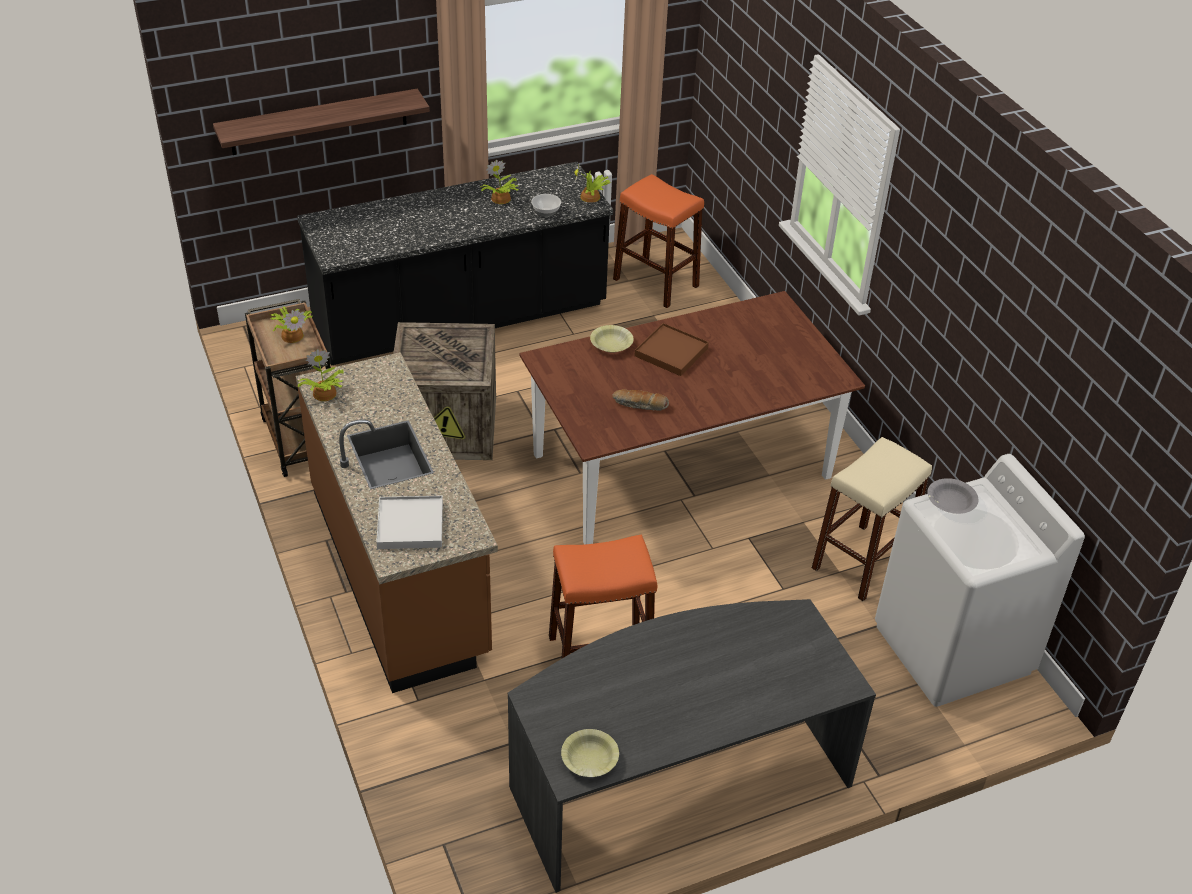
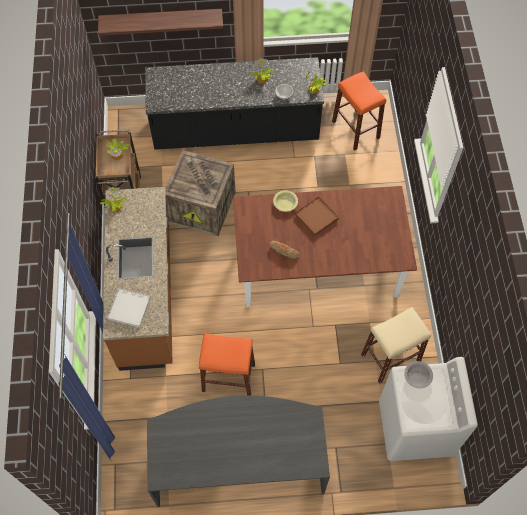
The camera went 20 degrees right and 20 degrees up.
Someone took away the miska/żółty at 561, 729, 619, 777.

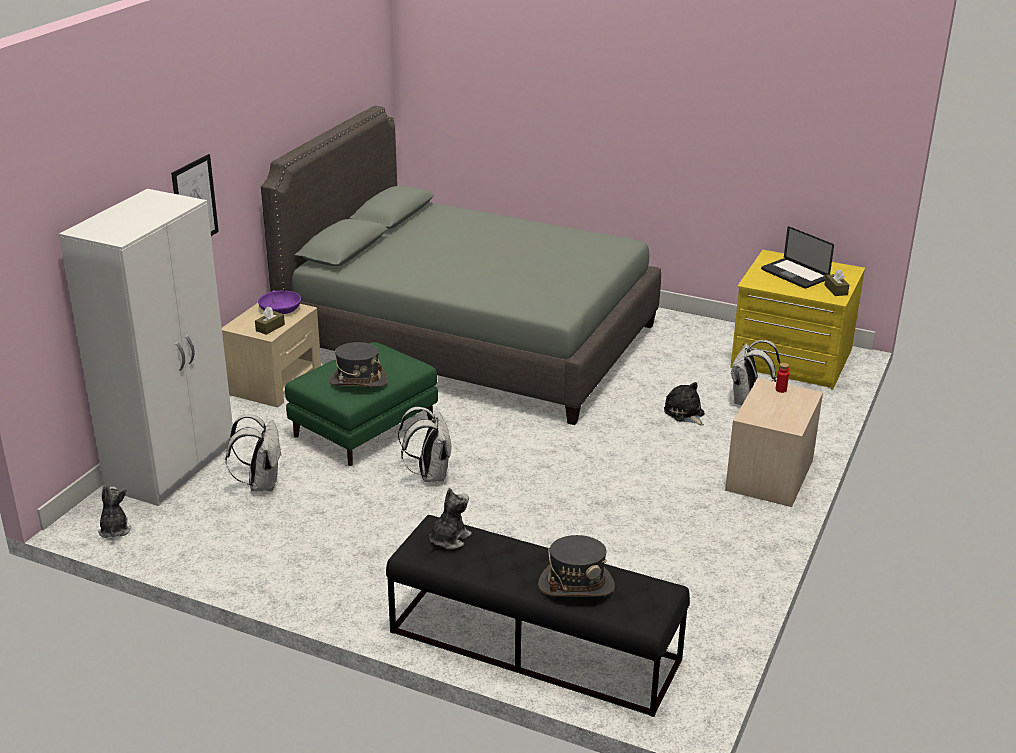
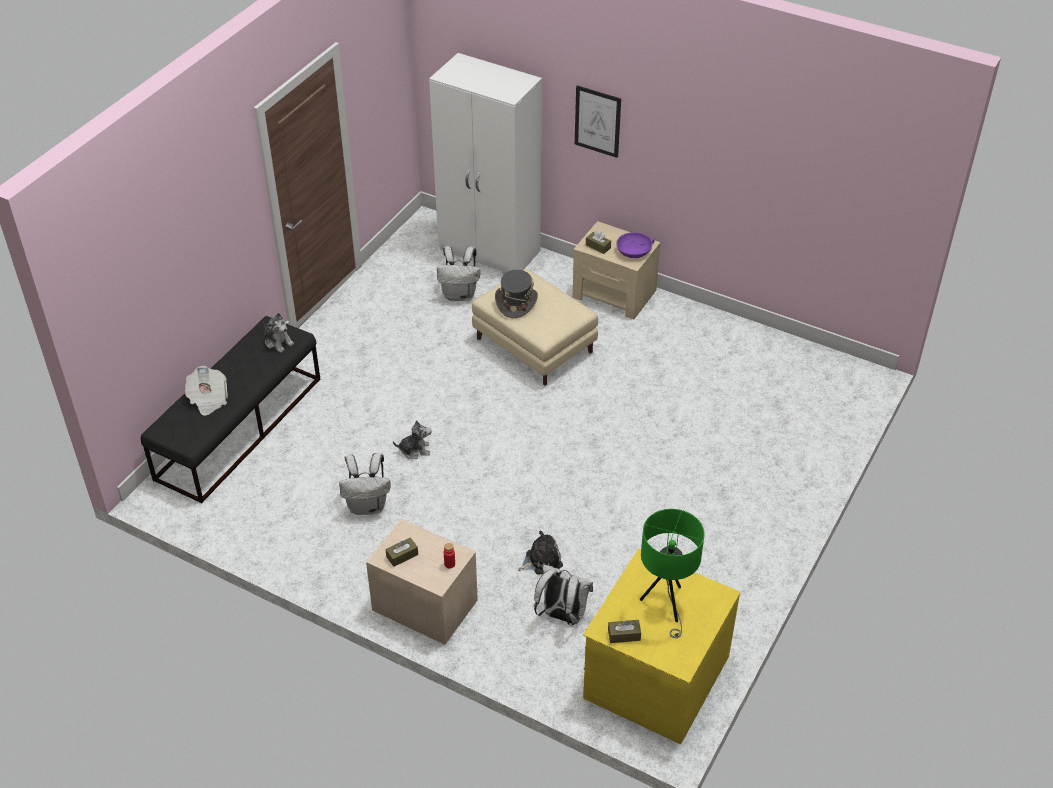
The camera went 95 degrees right and 15 degrees up.
Someone carried the pluszak from 98, 485, 132, 538 to 393, 420, 432, 459.
Someone took away the łóżko/szary at 261, 106, 661, 425.
Someone repainted the pufa/zielony at 285, 342, 438, 466, which became the pufa/beżowy at 472, 269, 598, 386.
Someone carried the plecak/biały from 398, 407, 452, 482 to 339, 453, 390, 515.
Someone swapped the kapelusz/szary at 538, 535, 615, 597 for the gazeta at 185, 366, 228, 416.
Someone swapped the laptop at 761, 226, 834, 289 for the lampa stołowa/zielony at 640, 509, 705, 638.
Someone put down the pudełko chusteczek/brązowy at 386, 537, 418, 567.

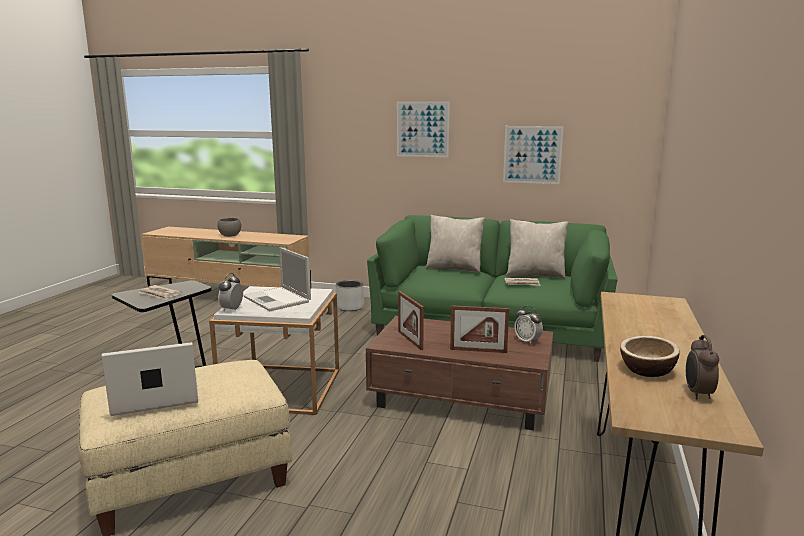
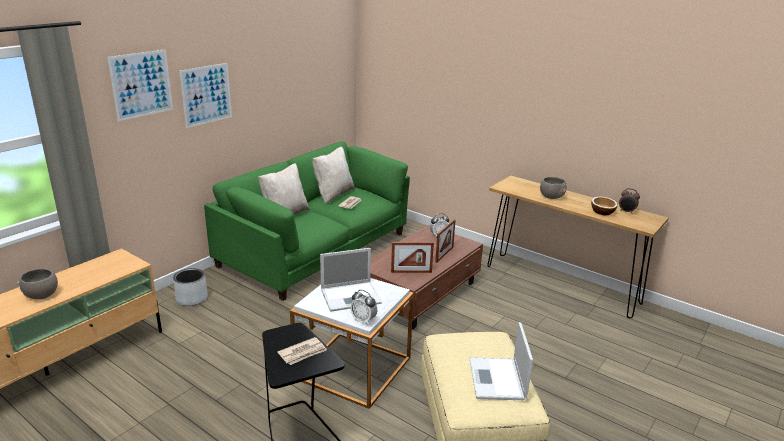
The camera went 70 degrees left and 10 degrees up.
Someone carried the obraz from 503, 126, 564, 184 to 107, 49, 173, 121.
Someone put down the miska/szary at 540, 177, 567, 199.

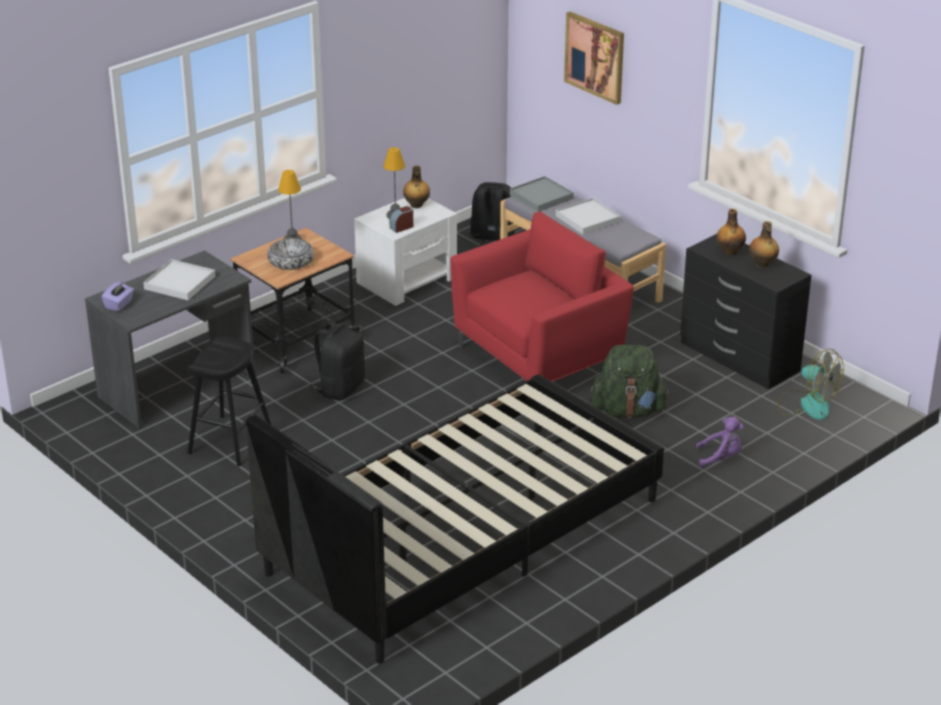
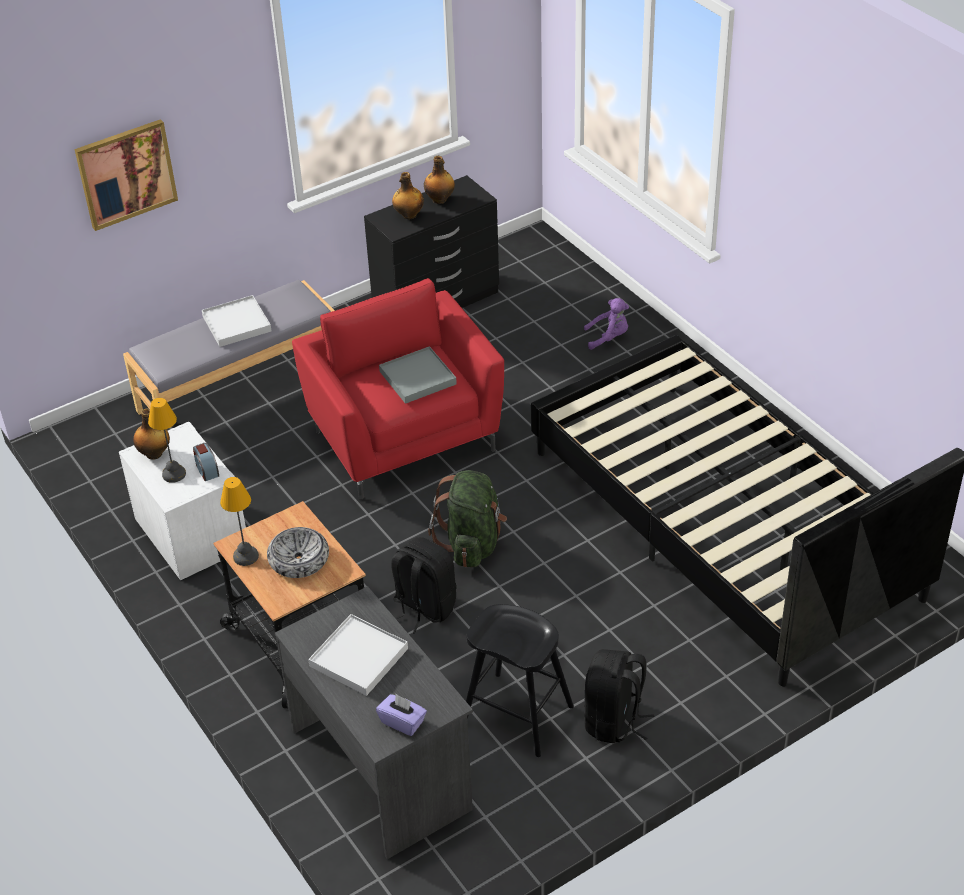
The camera went 80 degrees left and 10 degrees up.
Someone carried the plecak/czarny from 470, 182, 515, 247 to 584, 649, 654, 743.
Someone carried the taca/szary from 510, 176, 574, 212 to 379, 346, 457, 404.
Someone carried the plecak/zielony from 591, 345, 669, 418 to 428, 470, 507, 567.
Someone rotated the pluszak/fioletowy at 696, 417, 744, 468 by 75 degrees clockwise.
Someone took away the wentylator at 778, 349, 844, 420.

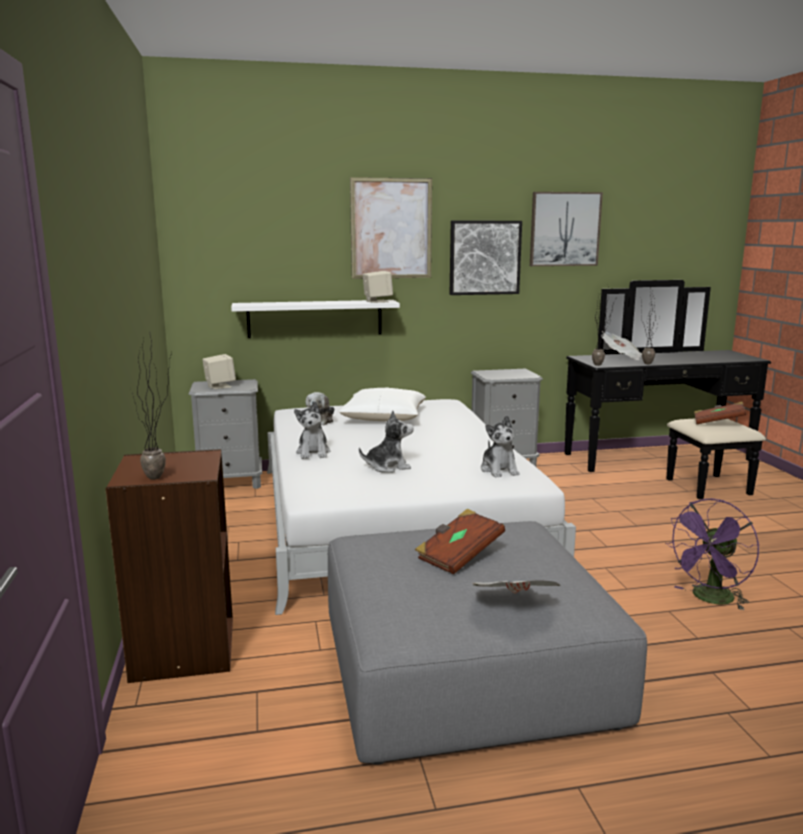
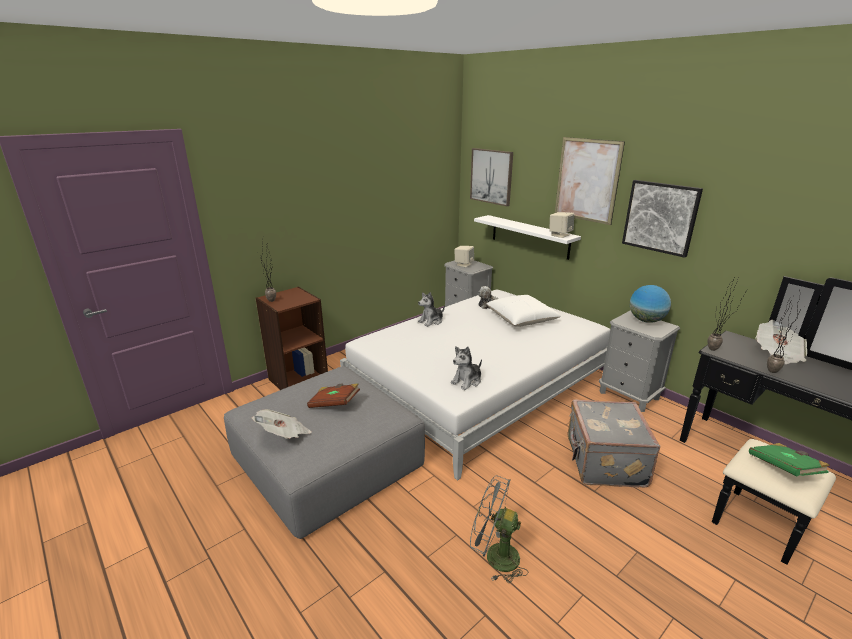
The camera went 60 degrees right and 10 degrees up.
Someone took away the pluszak at 359, 411, 414, 473.
Someone carried the obraz from 530, 192, 603, 266 to 470, 148, 513, 206.
Someone repainted the wentylator/fioletowy at 666, 499, 759, 610, which became the wentylator/szary at 470, 475, 528, 583.
Someone repainted the książka/brązowy at 694, 402, 746, 424, which became the książka/zielony at 749, 443, 830, 476.
Someone put down the walizka/szary at 568, 399, 660, 488.
Someone put down the globus at 630, 285, 671, 323.

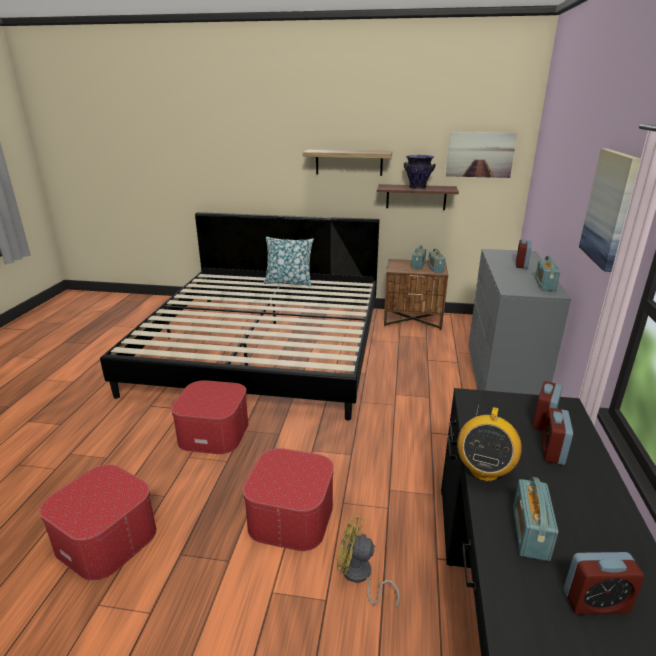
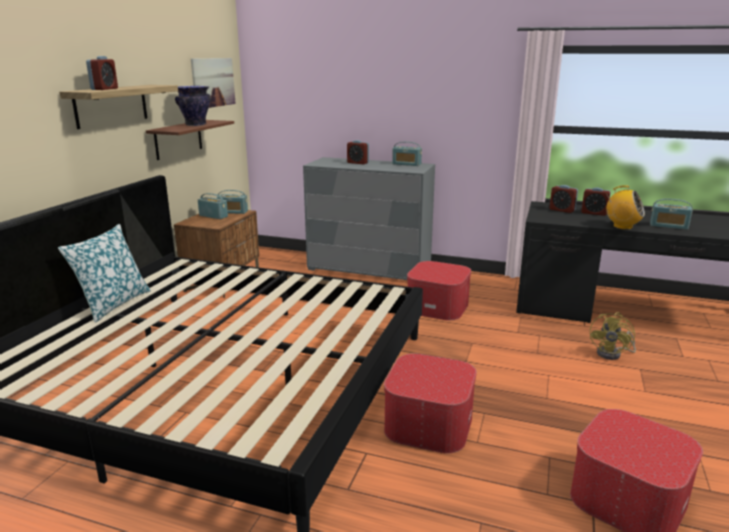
The camera went 80 degrees left and 5 degrees down.
Someone carried the pufa from 243, 448, 334, 551 to 407, 261, 471, 320.
Someone carried the budzik from 563, 552, 645, 615 to 86, 56, 118, 90.
Someone took away the obraz at 579, 148, 641, 272.

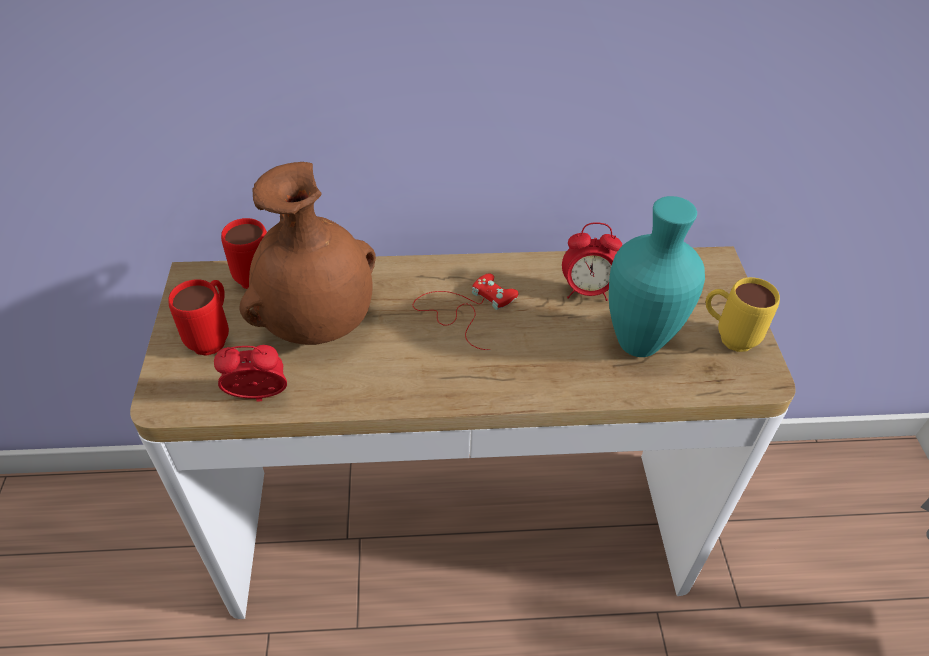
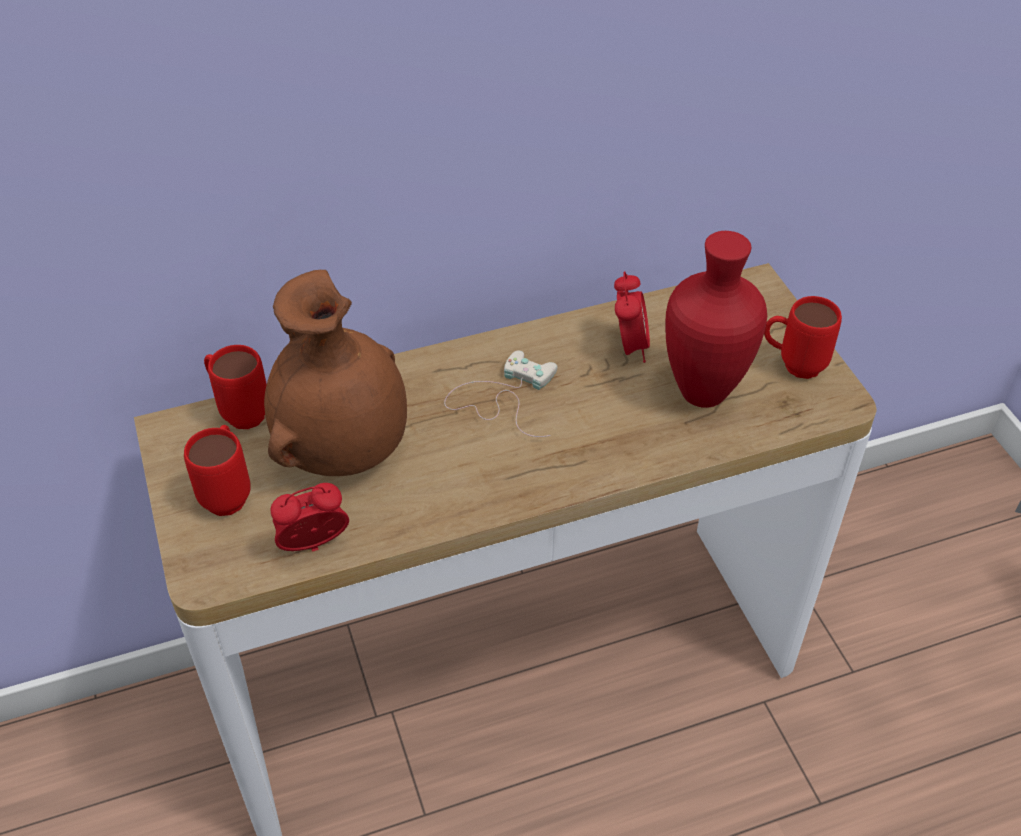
The camera went 15 degrees left and 0 degrees up.
Someone repainted the pad do gier/czerwony at 413, 273, 519, 350, which became the pad do gier/biały at 444, 350, 557, 437.
Someone rotated the budzik at 562, 222, 622, 301 by 75 degrees counterclockwise.
Someone repainted the wazon/turkusowy at 609, 196, 705, 357, which became the wazon/czerwony at 665, 231, 767, 408.
Someone repainted the kubek/żółty at 706, 277, 780, 352, which became the kubek/czerwony at 764, 296, 842, 379.

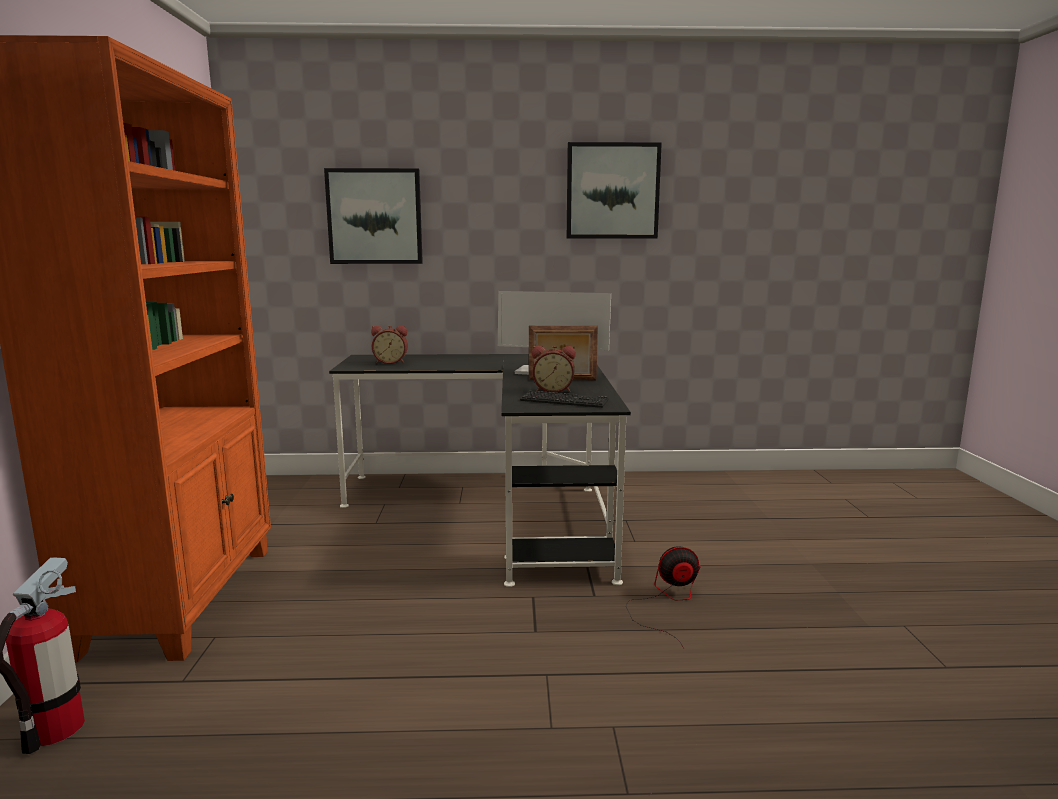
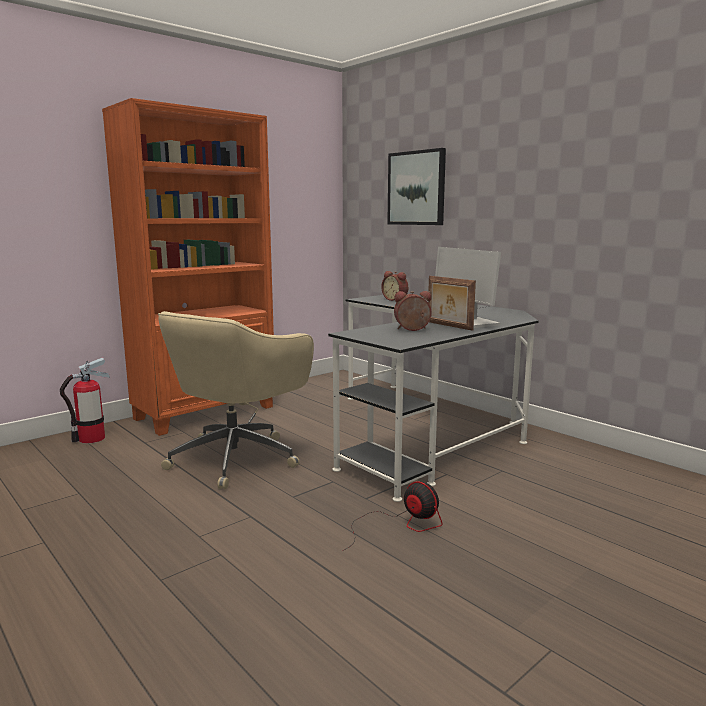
The camera went 50 degrees right and 0 degrees up.
Someone took away the klawiatura at 520, 390, 609, 408.
Someone rotated the budzik at 532, 346, 576, 393 by 120 degrees clockwise.
Someone took away the obraz at 567, 142, 662, 238.
Someone put down the krzesło biurowe/beżowy at 158, 311, 314, 489.

